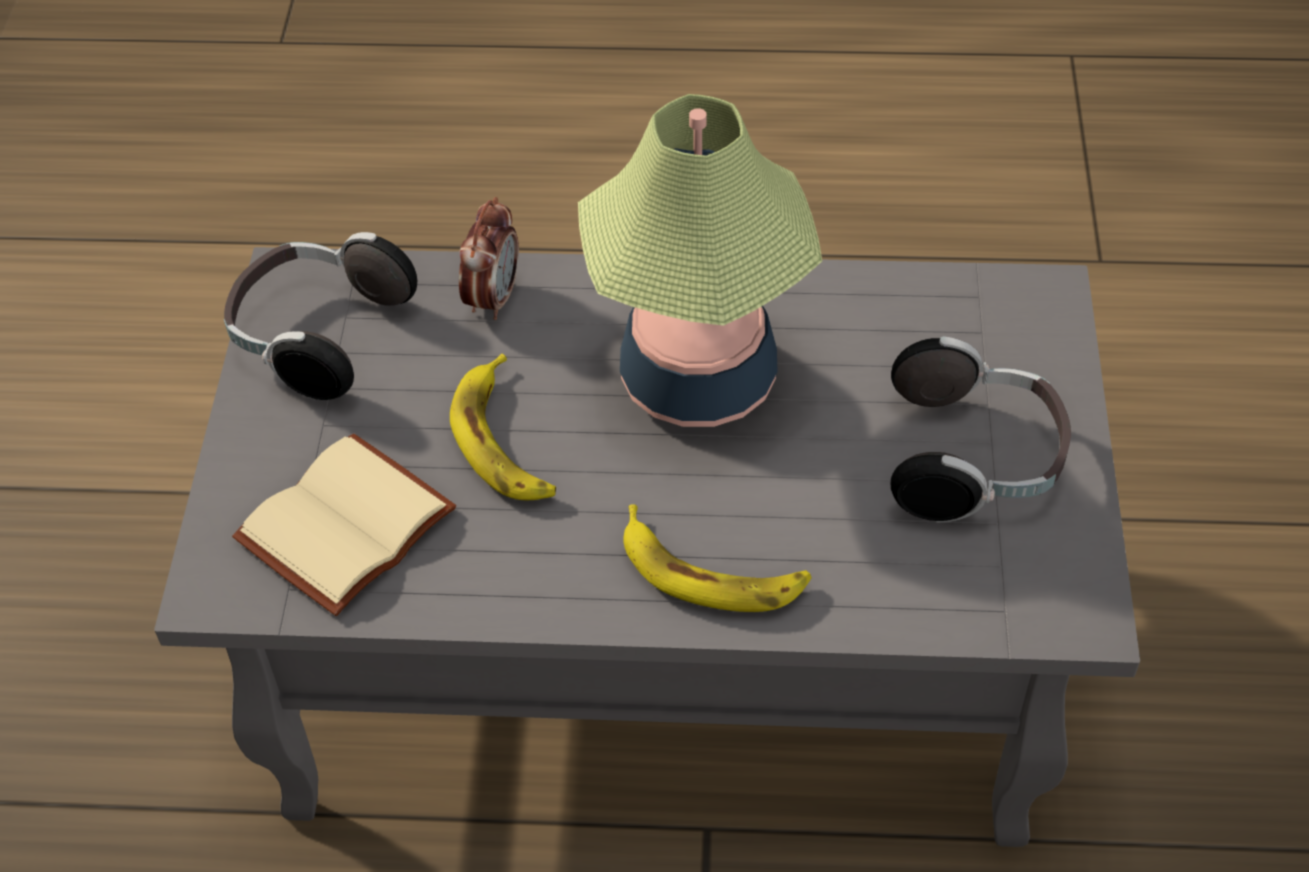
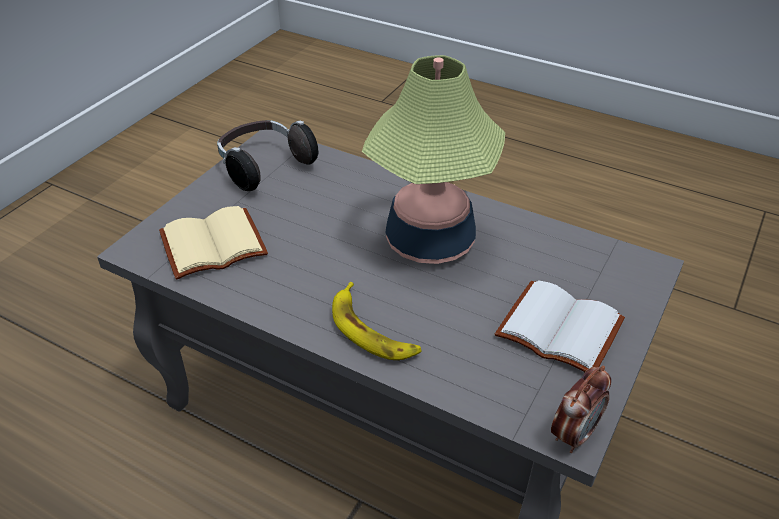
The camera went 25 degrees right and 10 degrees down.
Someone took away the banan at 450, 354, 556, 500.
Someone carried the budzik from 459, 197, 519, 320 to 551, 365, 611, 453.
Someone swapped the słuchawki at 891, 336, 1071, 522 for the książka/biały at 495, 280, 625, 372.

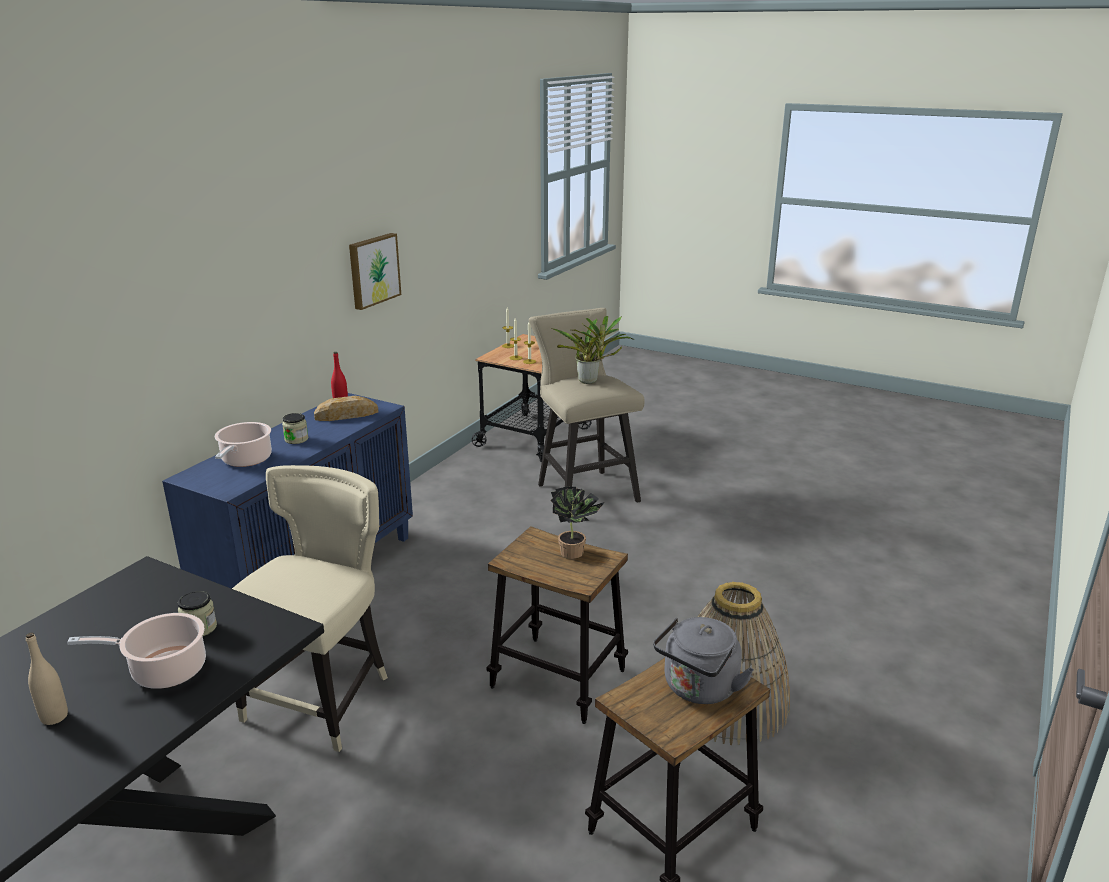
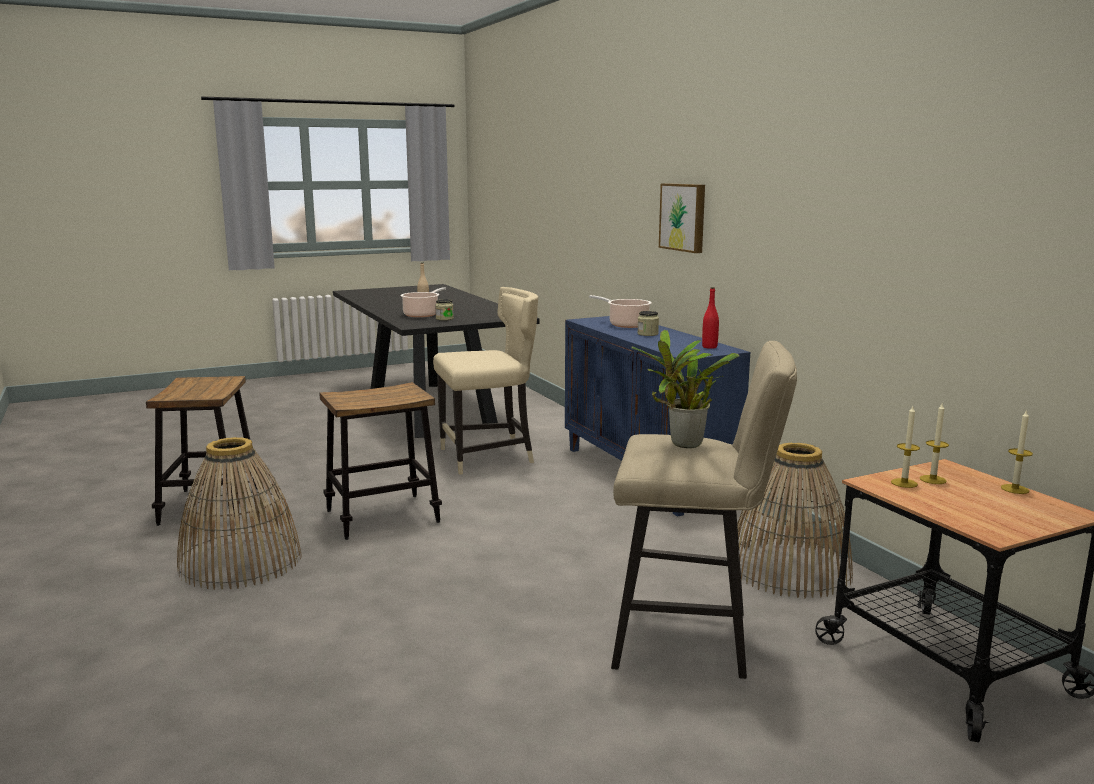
The camera went 125 degrees right and 10 degrees down.
Someone rotated the krzesło/beżowy at 232, 465, 388, 752 by 75 degrees counterclockwise.
Someone took away the chleb at 314, 396, 378, 421.
Someone carried the obraz from 349, 233, 401, 310 to 659, 183, 705, 253.
Someone took away the roślina doniczkowa at 550, 486, 605, 559.
Someone took away the czajnik/szary at 653, 617, 754, 704.
Someone put down the koszyk at 737, 442, 853, 598.

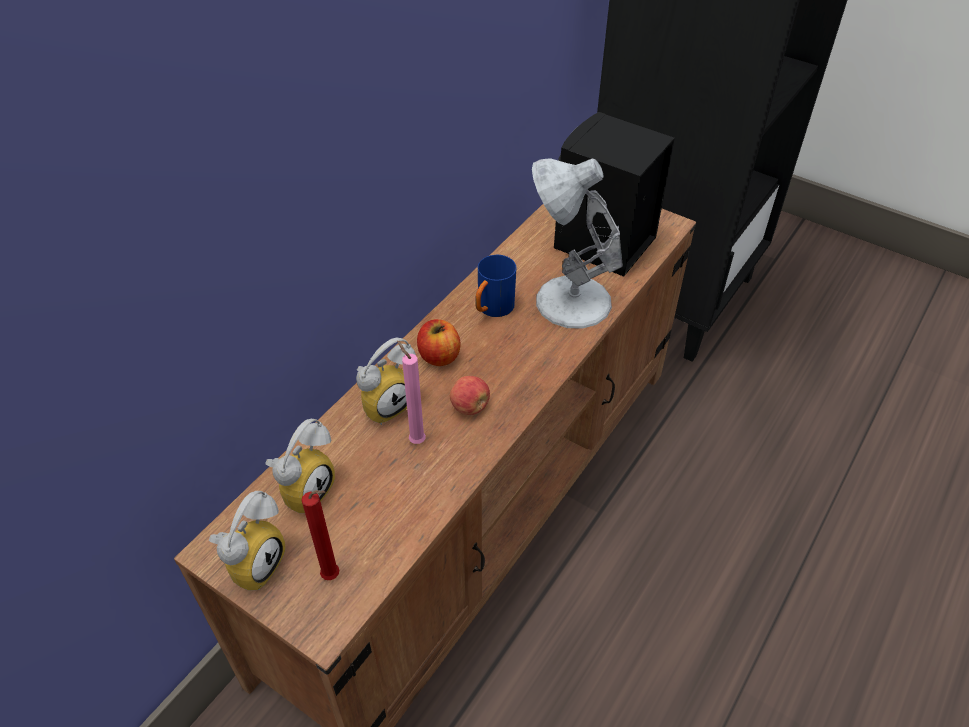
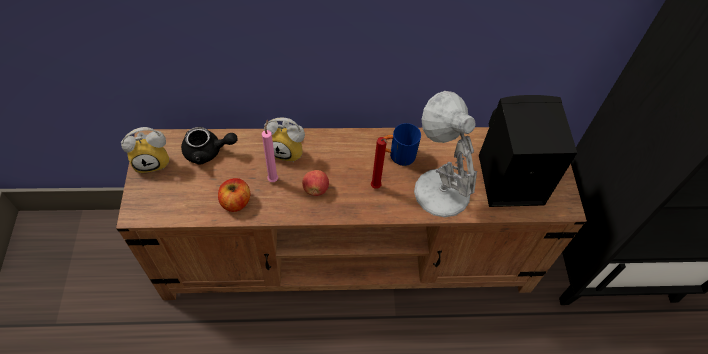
The camera went 50 degrees right and 10 degrees up.
Someone swapped the budzik at 265, 419, 335, 513 for the imbryk/czarny at 181, 127, 238, 165.
Someone carried the świeca/czerwony from 301, 490, 339, 580 to 371, 137, 387, 189.
Someone carried the jabłko from 417, 319, 461, 366 to 218, 178, 250, 212.

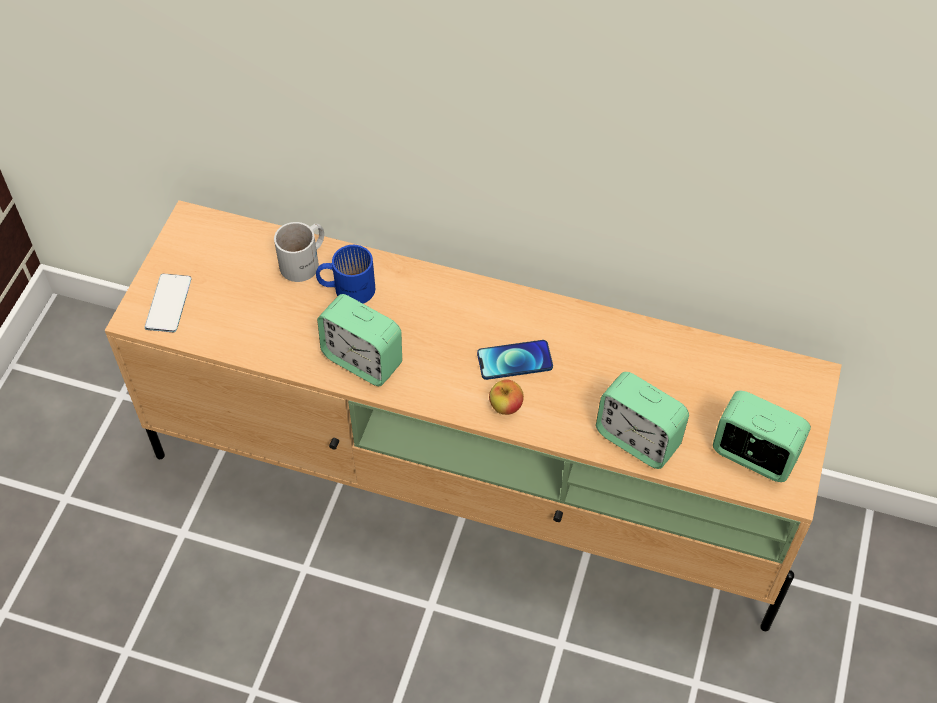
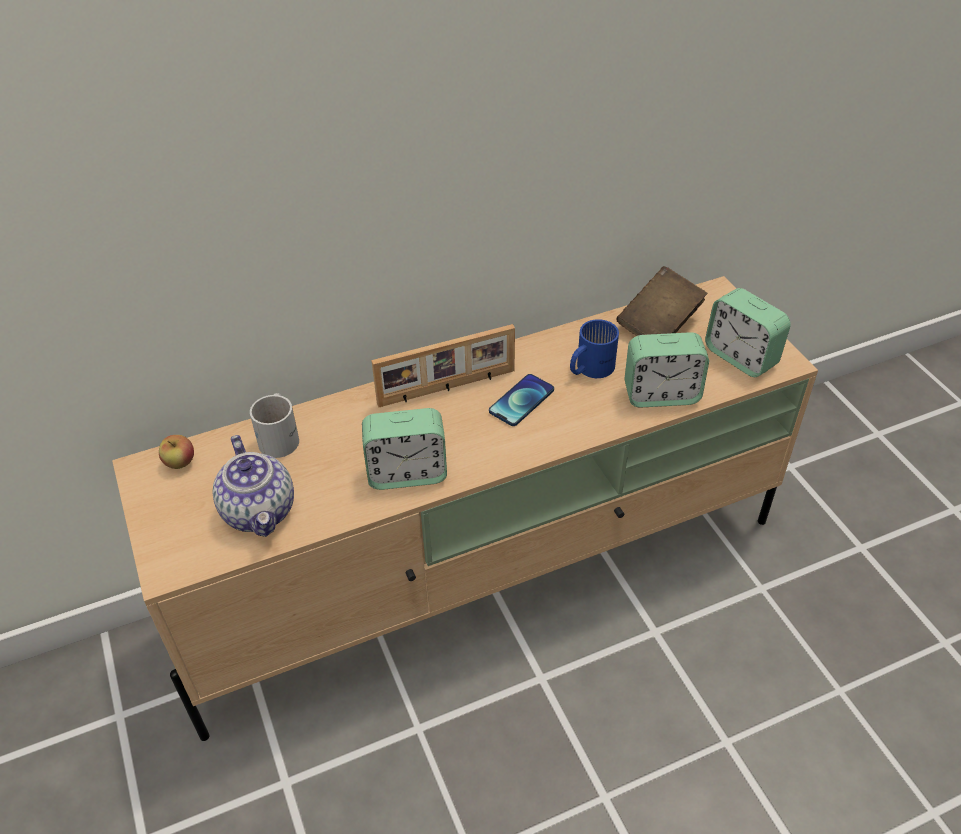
The camera went 40 degrees left and 10 degrees down.
Someone took away the telefon at 145, 274, 192, 332.
Someone carried the kubek/niebieski from 316, 245, 375, 303 to 570, 319, 619, 378.
Someone carried the jabłko from 489, 379, 524, 415 to 159, 435, 194, 469.
Someone rotated the budzik at 713, 391, 811, 482 by 120 degrees counterclockwise.
Someone put down the imbryk at 213, 435, 294, 537.
Someone put down the ramka na zdjęcie at 371, 324, 515, 407.
Someone put down the książka/brązowy at 616, 266, 708, 336.

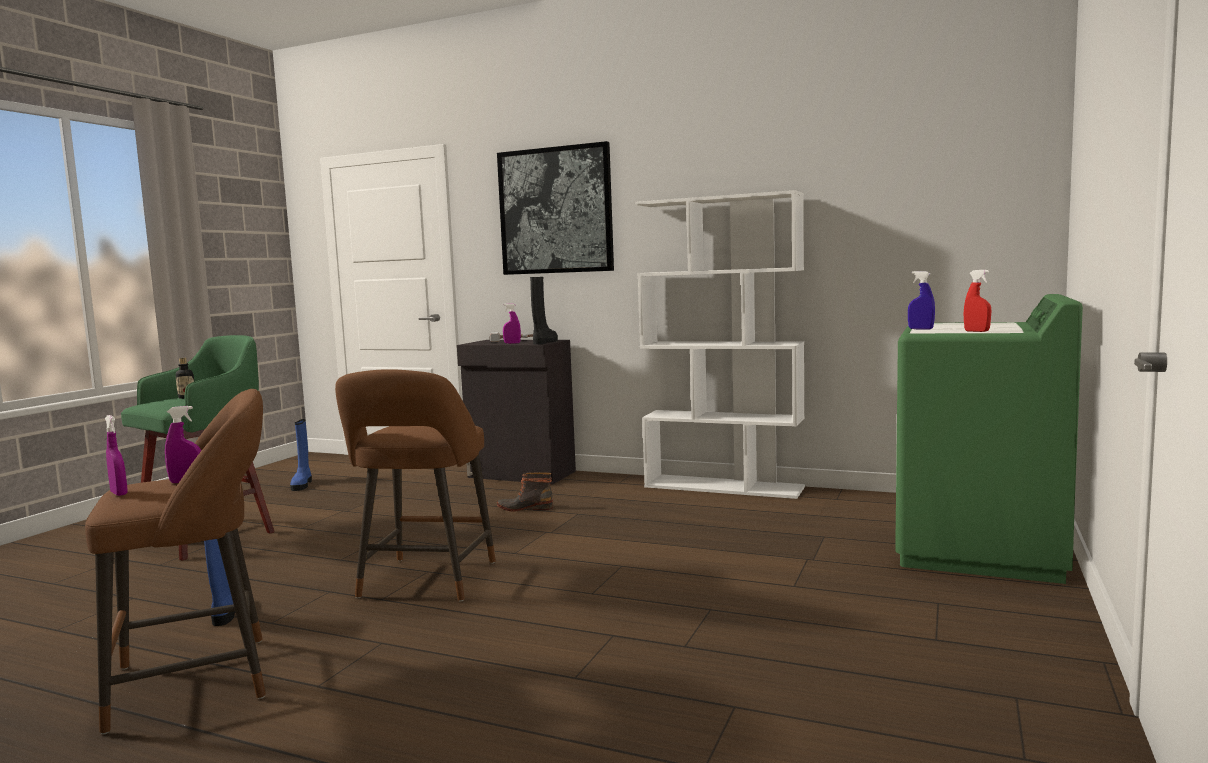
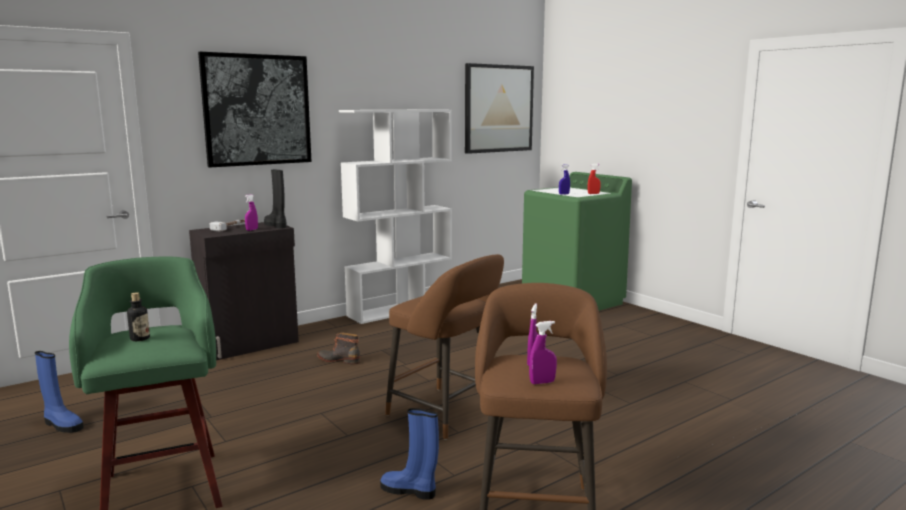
The camera went 60 degrees left and 5 degrees up.
Someone rotated the but z cholewką at 497, 472, 553, 512 by 75 degrees clockwise.
Someone put up the obraz at 465, 63, 534, 154.

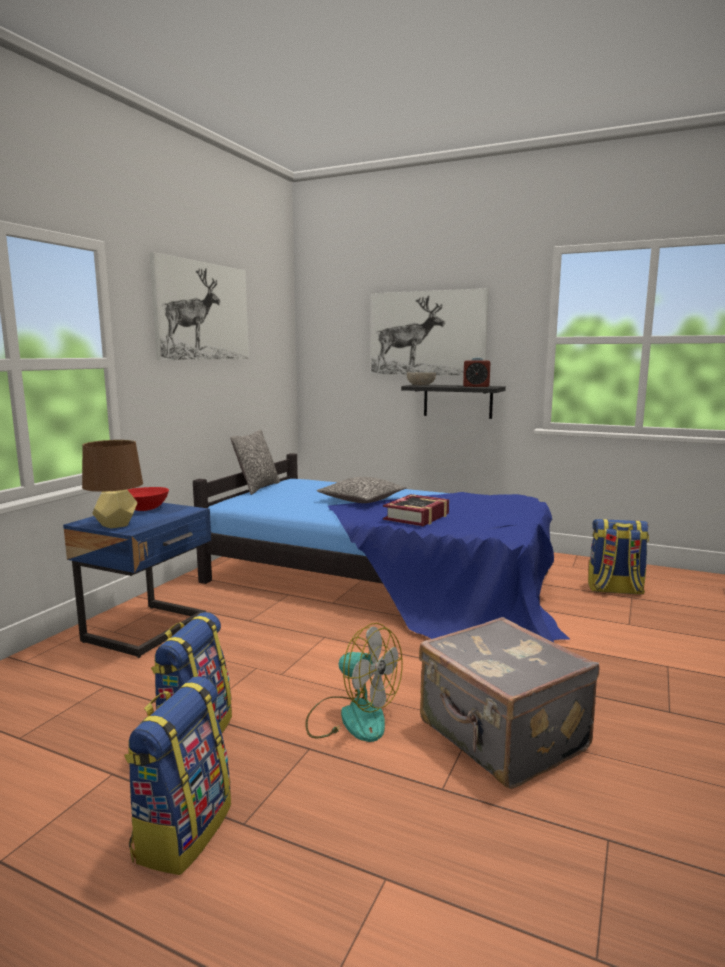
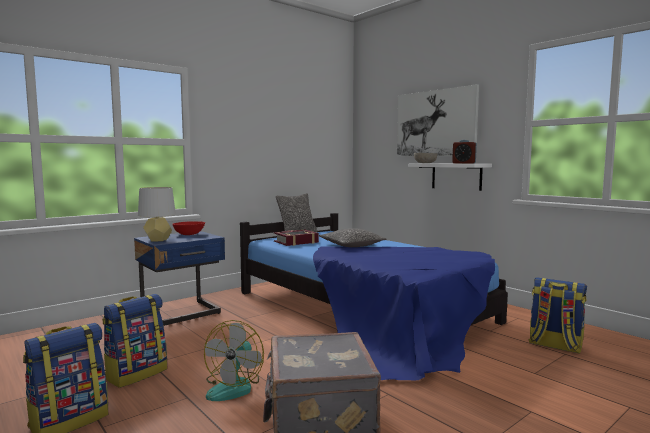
The camera went 25 degrees right and 5 degrees down.
Someone repainted the lampa stołowa/brązowy at 82, 440, 143, 528, which became the lampa stołowa/szary at 138, 187, 176, 242.
Someone took away the obraz at 149, 252, 249, 360.
Someone rotated the wentylator at 305, 623, 402, 742 by 45 degrees clockwise.
Someone carried the książka from 383, 494, 449, 526 to 274, 229, 319, 246.
Someone repainted the półka/czarny at 401, 385, 506, 419, which became the półka/biały at 408, 163, 492, 191.

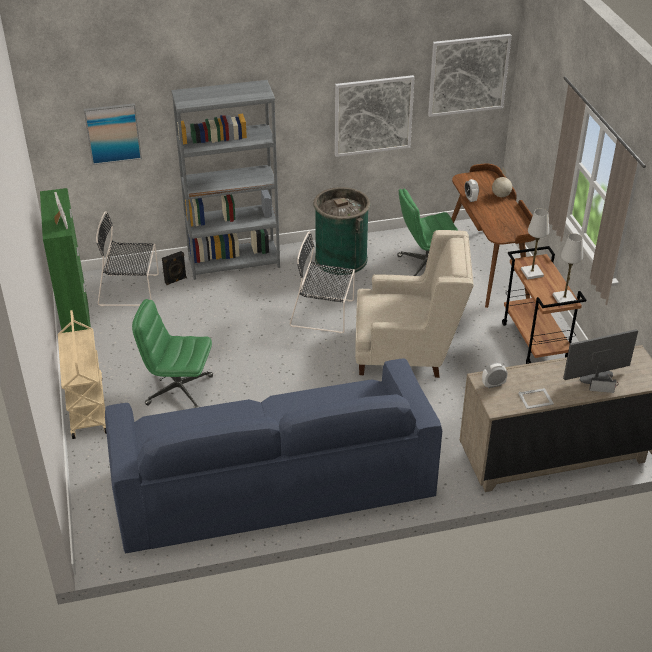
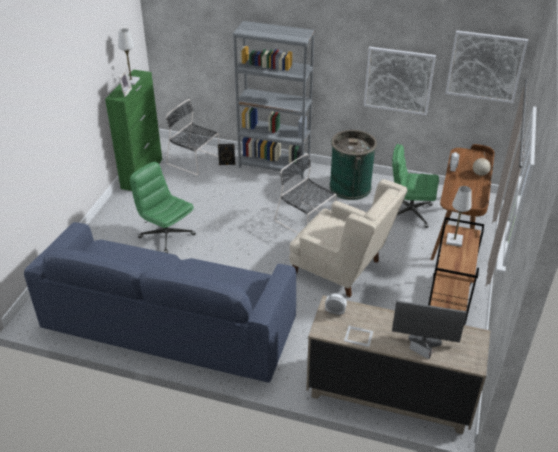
The camera went 30 degrees right and 0 degrees up.
Someone took away the wózek/beżowy at 58, 310, 107, 439.
Someone took away the obraz at 84, 103, 142, 165.
Someone carried the lampa stołowa/biały from 553, 233, 583, 306 to 118, 28, 140, 85.

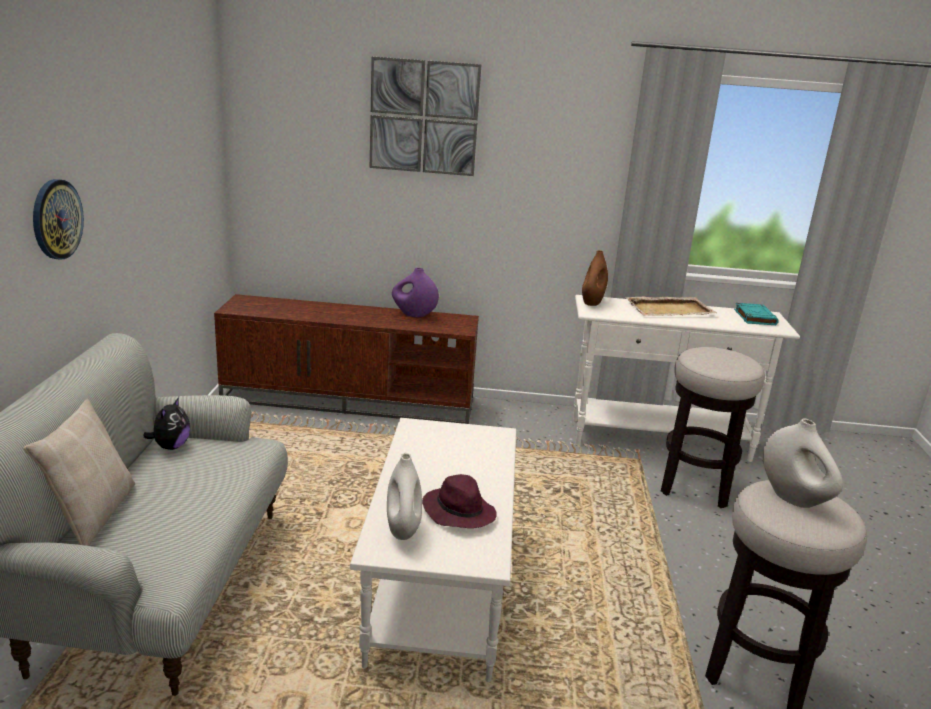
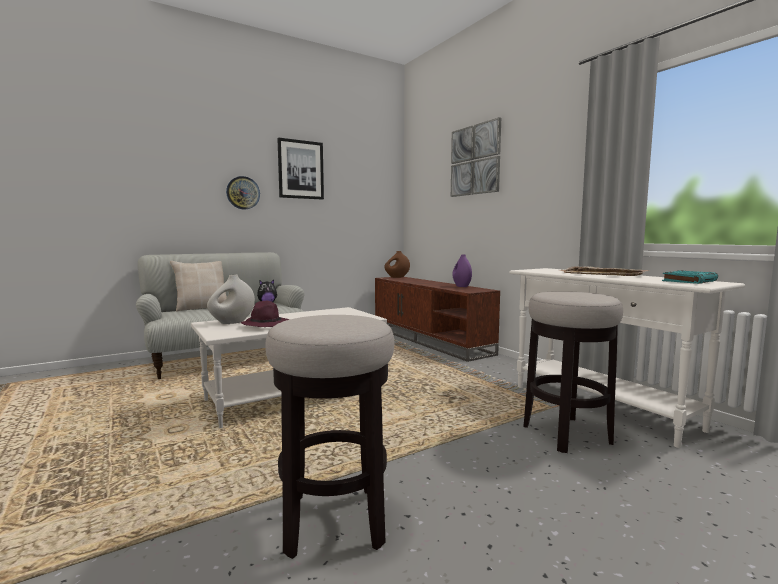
The camera went 55 degrees right and 15 degrees down.
Someone carried the wazon/brązowy from 582, 250, 608, 306 to 384, 251, 410, 278.
Someone took away the wazon/biały at 763, 418, 843, 508.
Someone put up the obraz at 277, 137, 324, 200.

